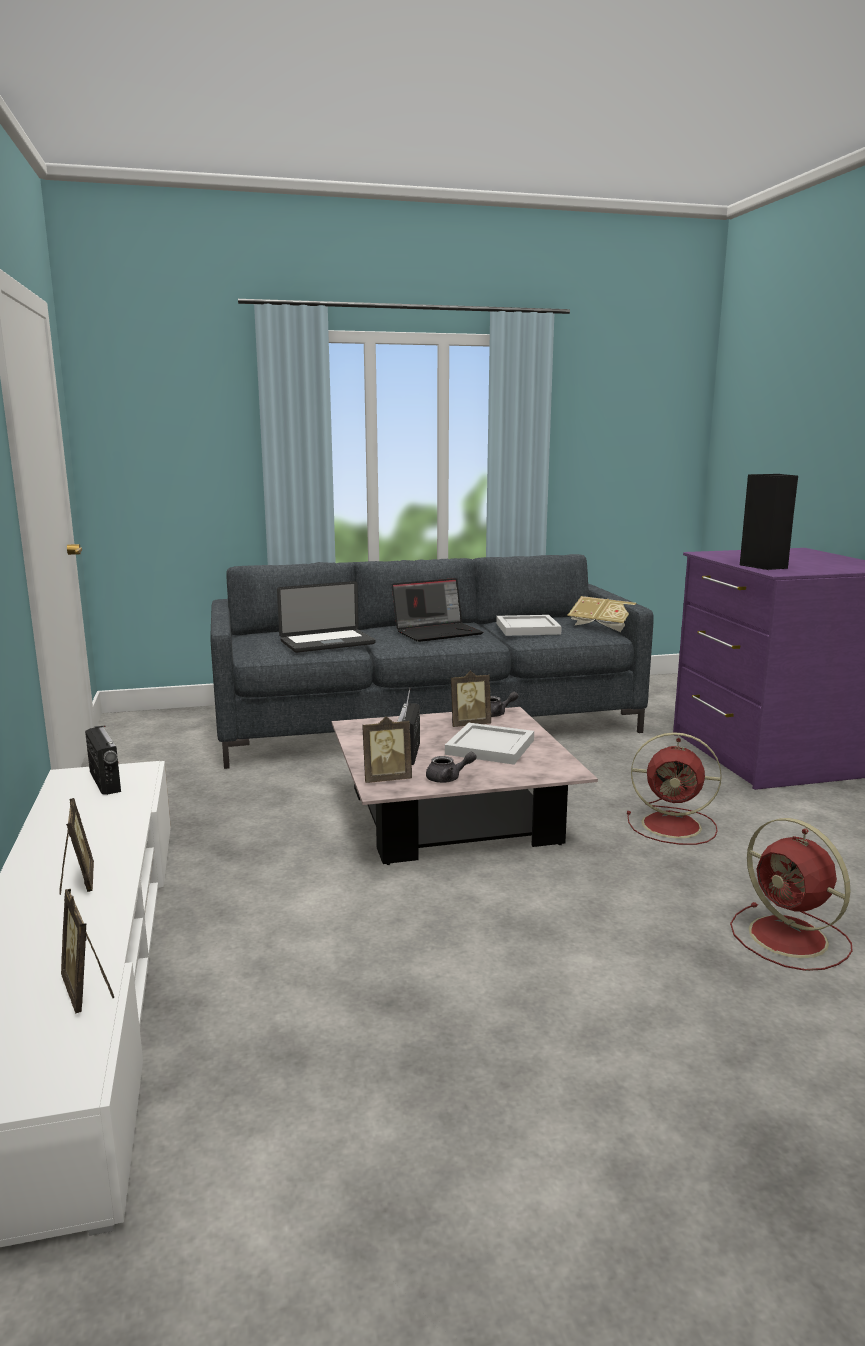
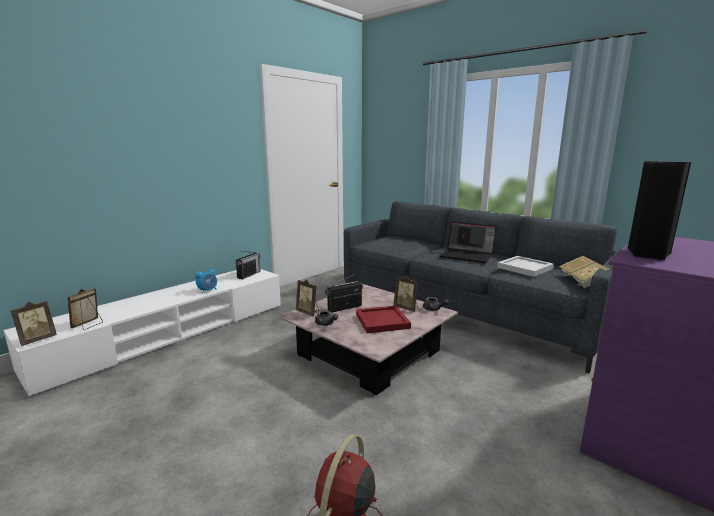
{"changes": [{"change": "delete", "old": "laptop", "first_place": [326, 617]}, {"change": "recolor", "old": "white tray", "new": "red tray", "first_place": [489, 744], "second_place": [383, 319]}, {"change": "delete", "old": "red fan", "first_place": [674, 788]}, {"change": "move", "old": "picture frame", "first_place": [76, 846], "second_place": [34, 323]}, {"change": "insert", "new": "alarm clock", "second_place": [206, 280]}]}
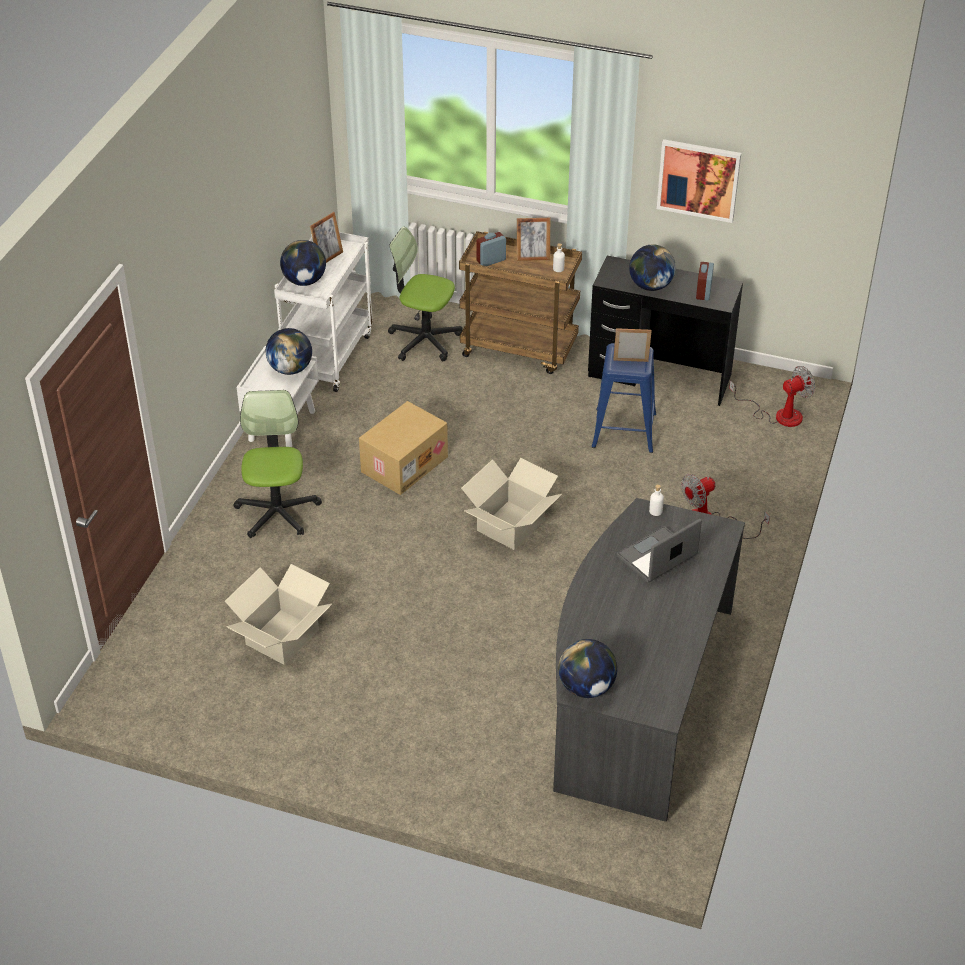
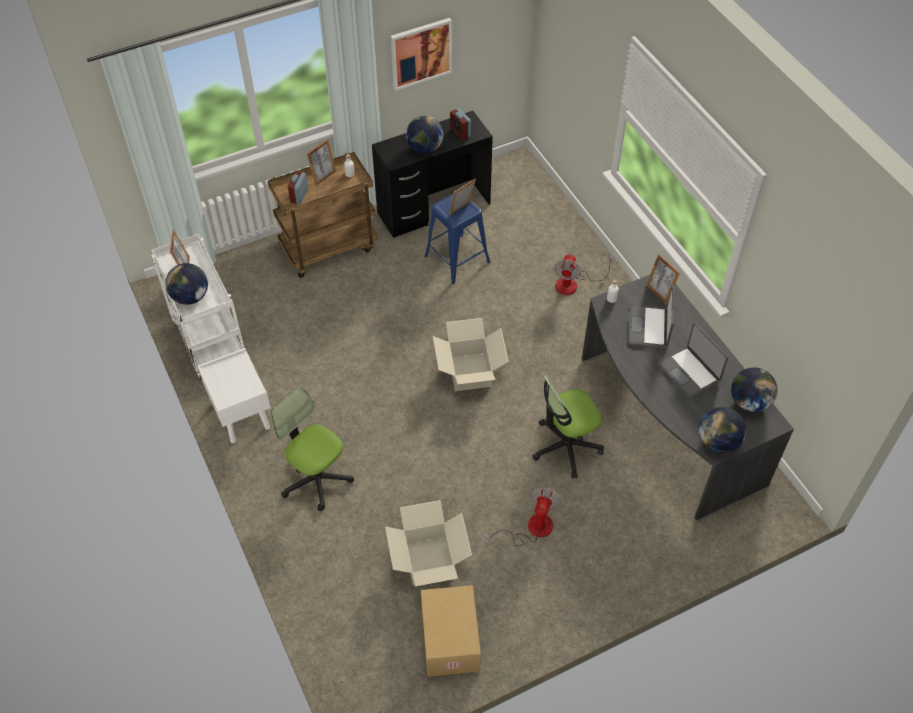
{"changes": [{"change": "move", "old": "office chair", "first_place": [425, 293], "second_place": [568, 426]}, {"change": "move", "old": "globe", "first_place": [289, 351], "second_place": [754, 389]}, {"change": "move", "old": "fan", "first_place": [772, 396], "second_place": [522, 516]}, {"change": "move", "old": "cardboard box", "first_place": [403, 448], "second_place": [451, 631]}, {"change": "insert", "new": "picture frame", "second_place": [663, 279]}, {"change": "insert", "new": "laptop", "second_place": [693, 360]}]}
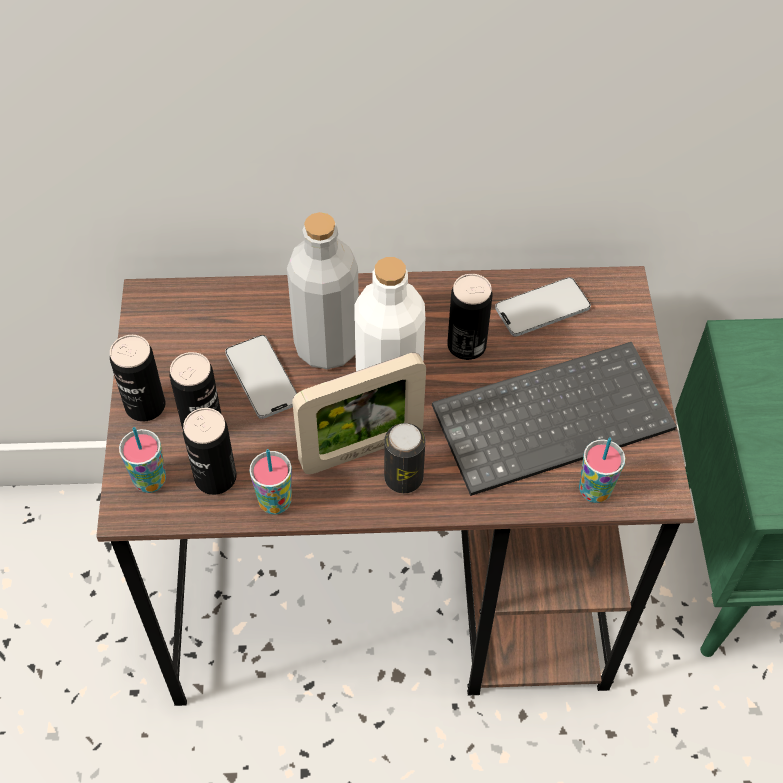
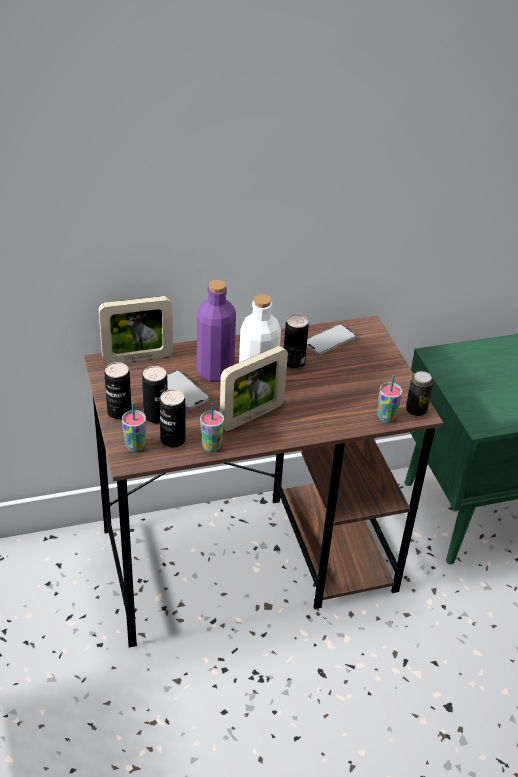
{"changes": [{"change": "recolor", "old": "grey bottle", "new": "purple bottle", "first_place": [323, 290], "second_place": [216, 331]}, {"change": "delete", "old": "keyboard", "first_place": [554, 419]}, {"change": "move", "old": "can", "first_place": [404, 458], "second_place": [420, 393]}, {"change": "insert", "new": "picture frame", "second_place": [136, 330]}]}
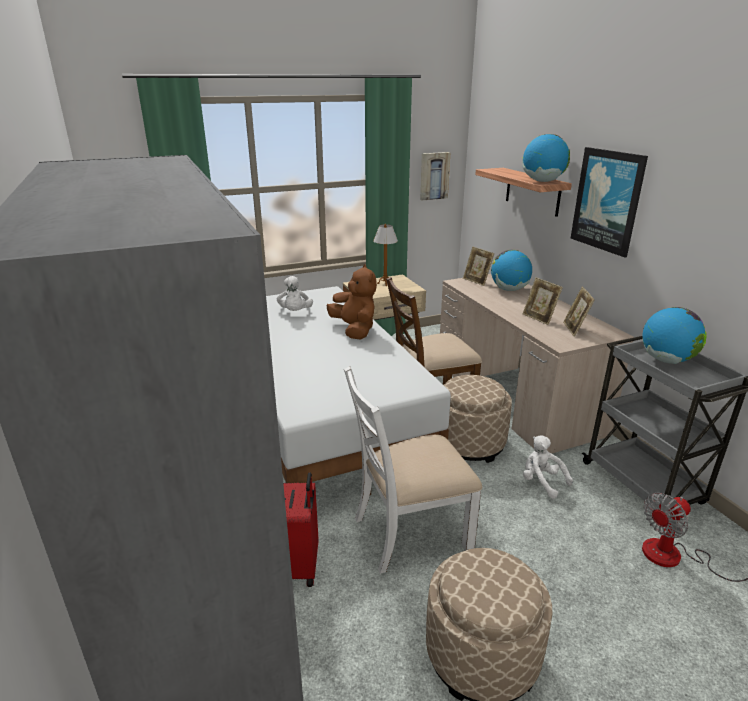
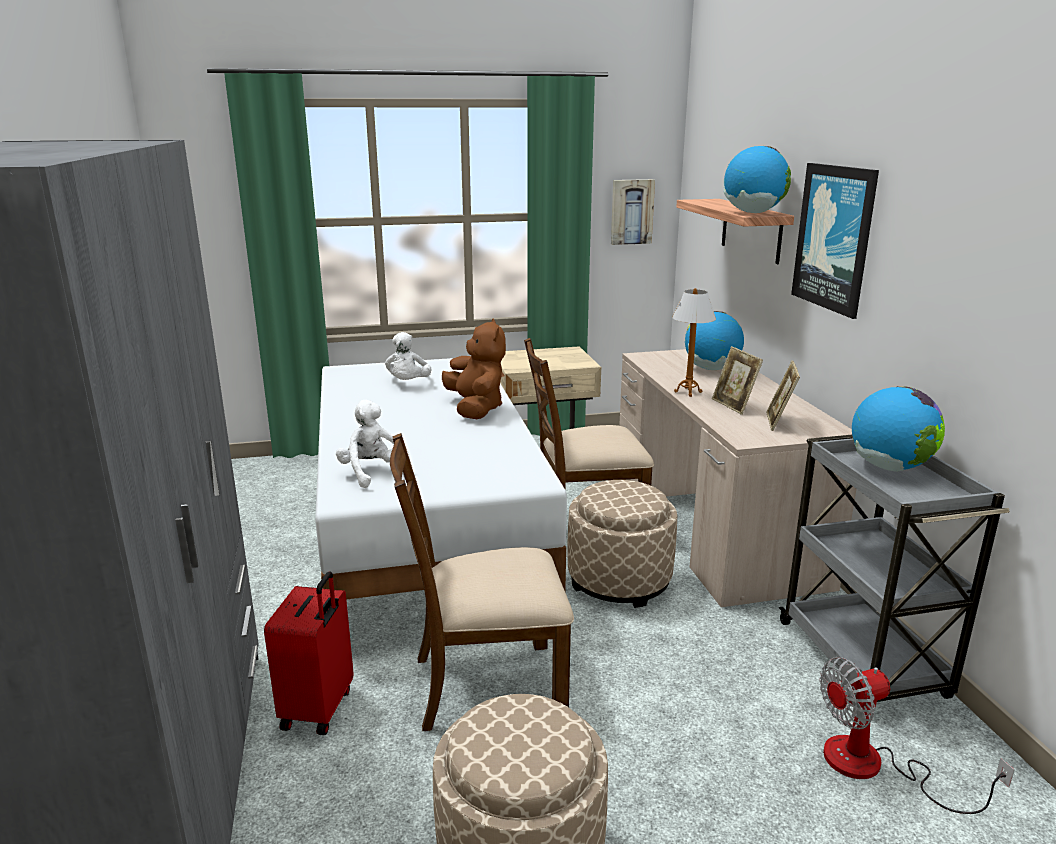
{"changes": [{"change": "move", "old": "table lamp", "first_place": [385, 255], "second_place": [694, 342]}, {"change": "delete", "old": "picture frame", "first_place": [478, 266]}, {"change": "recolor", "old": "white chair", "new": "brown chair", "first_place": [413, 470], "second_place": [482, 582]}, {"change": "move", "old": "white plush toy", "first_place": [548, 467], "second_place": [373, 444]}]}
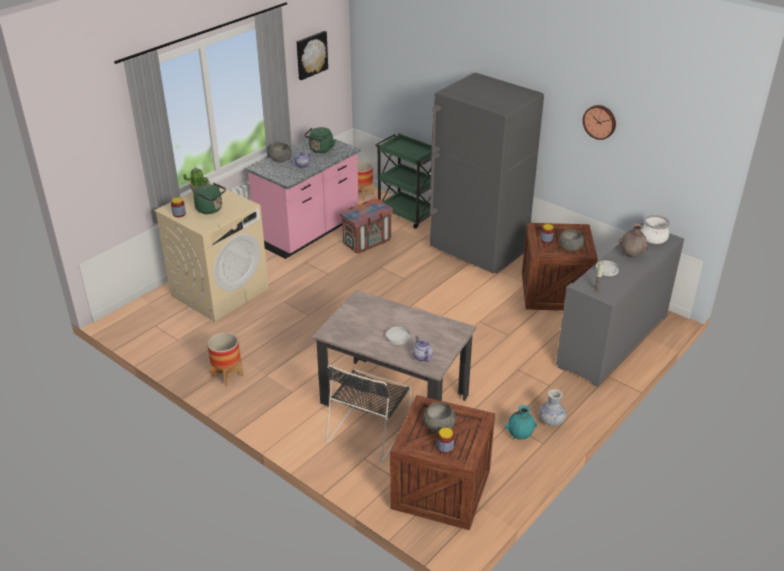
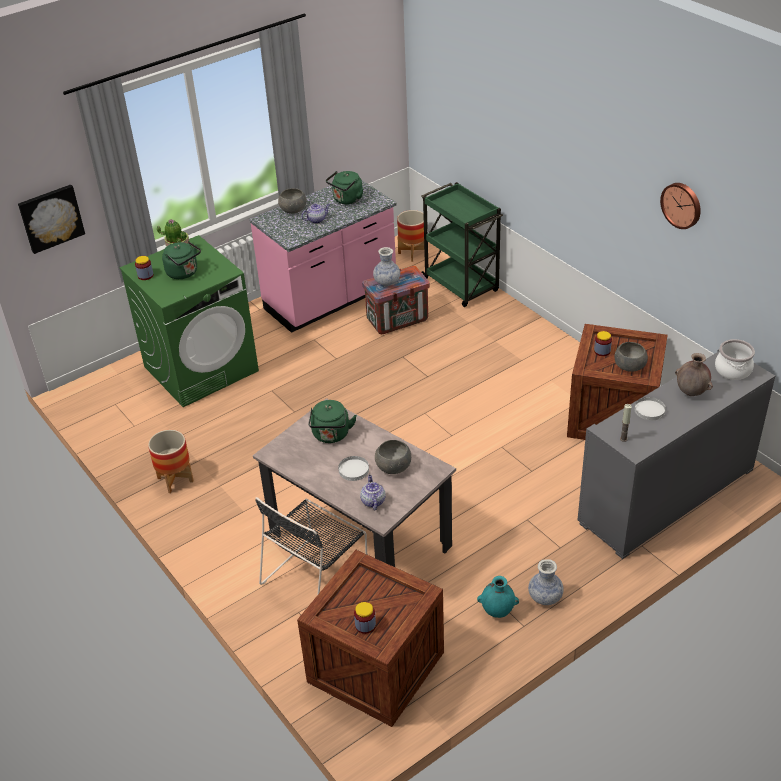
{"changes": [{"change": "move", "old": "picture", "first_place": [312, 55], "second_place": [51, 219]}, {"change": "delete", "old": "grey fridge", "first_place": [486, 173]}, {"change": "recolor", "old": "beige washing machine", "new": "green washing machine", "first_place": [211, 252], "second_place": [189, 321]}, {"change": "move", "old": "grey bowl", "first_place": [439, 417], "second_place": [393, 457]}, {"change": "insert", "new": "vase", "second_place": [386, 266]}, {"change": "insert", "new": "green kettle", "second_place": [333, 421]}]}
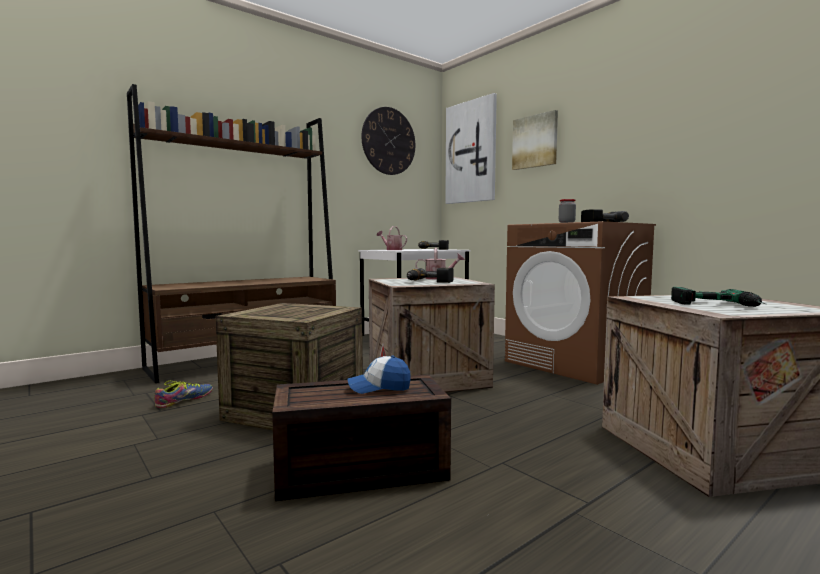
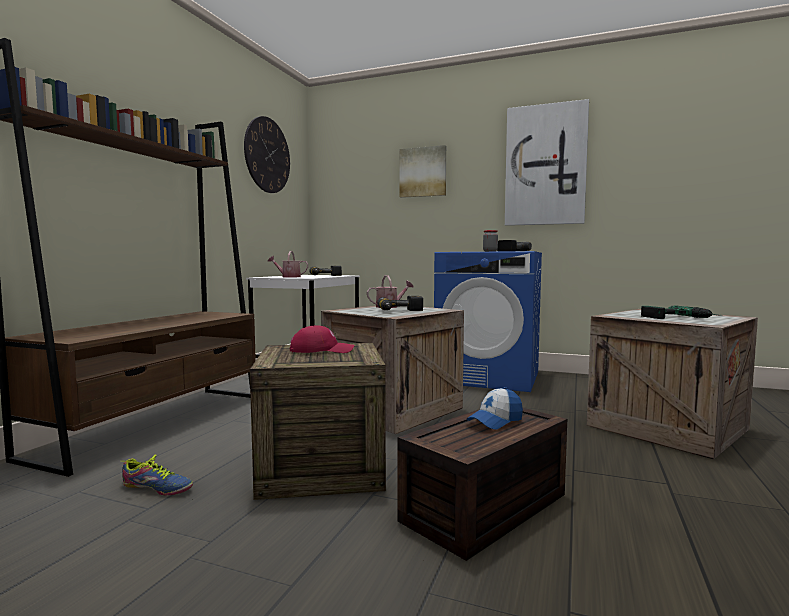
{"changes": [{"change": "move", "old": "picture", "first_place": [471, 148], "second_place": [547, 162]}, {"change": "recolor", "old": "brown washing machine", "new": "blue washing machine", "first_place": [580, 303], "second_place": [488, 321]}, {"change": "rotate", "old": "shoe", "first_place": [183, 394], "second_place": [157, 474], "degrees": 105}, {"change": "insert", "new": "red cap", "second_place": [322, 339]}]}
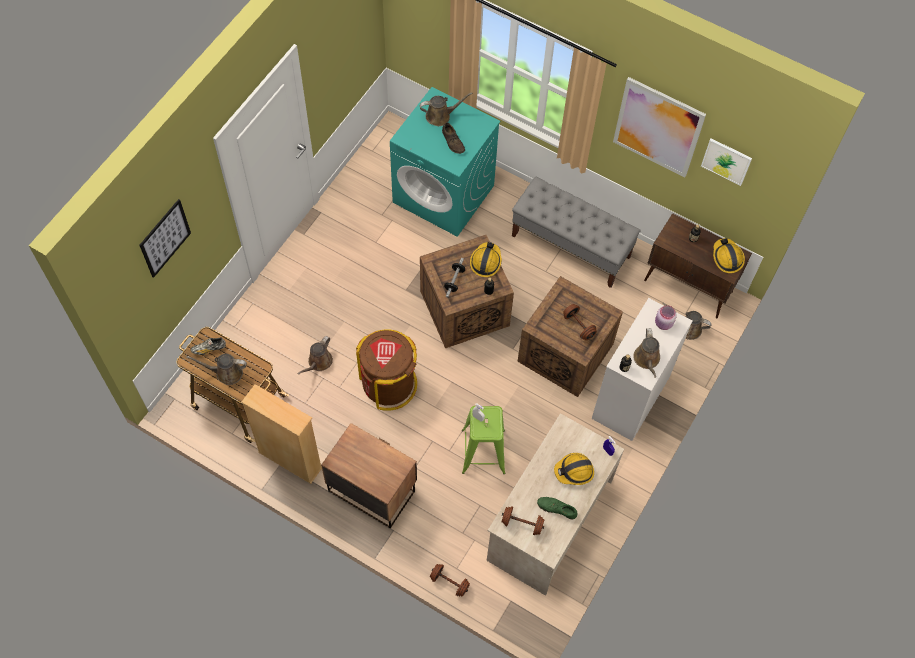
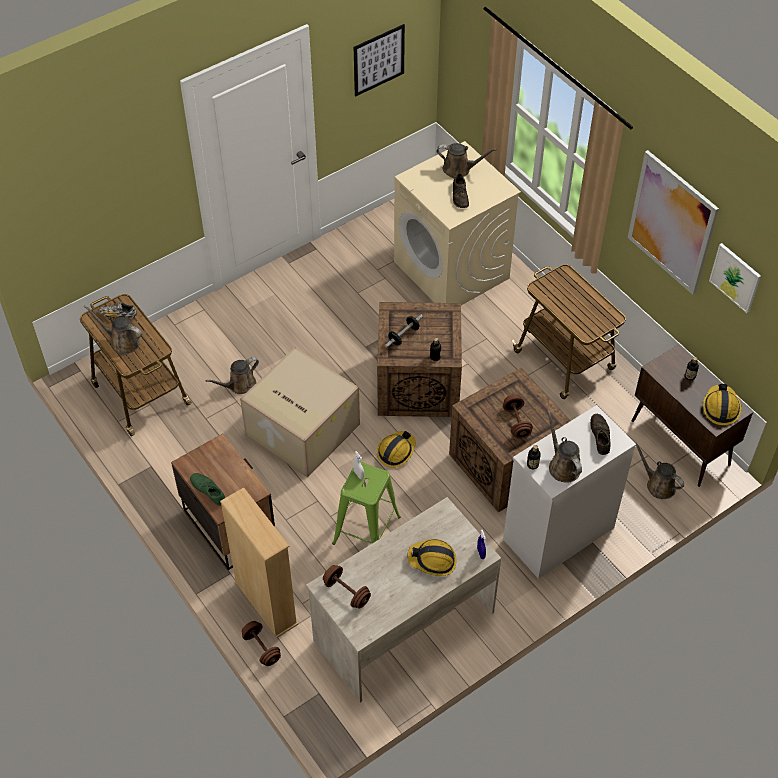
{"changes": [{"change": "recolor", "old": "turquoise washing machine", "new": "beige washing machine", "first_place": [445, 162], "second_place": [457, 223]}, {"change": "replace", "old": "grey bench", "new": "cart", "first_place": [576, 232], "second_place": [568, 331]}, {"change": "move", "old": "picture", "first_place": [165, 238], "second_place": [379, 60]}, {"change": "move", "old": "hard hat", "first_place": [486, 259], "second_place": [396, 449]}, {"change": "replace", "old": "pink jar", "new": "brown shoe", "first_place": [666, 317], "second_place": [600, 434]}, {"change": "rotate", "old": "brown watering can", "first_place": [646, 353], "second_place": [564, 446], "degrees": 135}, {"change": "replace", "old": "brown trash can", "new": "cardboard box", "first_place": [386, 370], "second_place": [300, 412]}, {"change": "move", "old": "beige bookcase", "first_place": [281, 434], "second_place": [259, 562]}, {"change": "move", "old": "green shoe", "first_place": [557, 508], "second_place": [207, 489]}]}
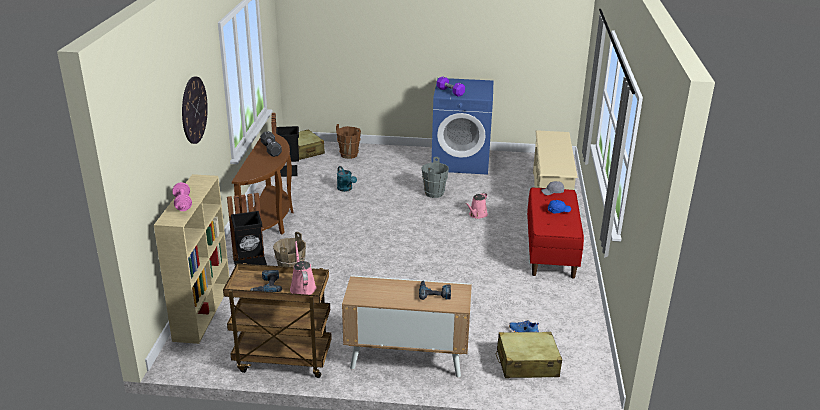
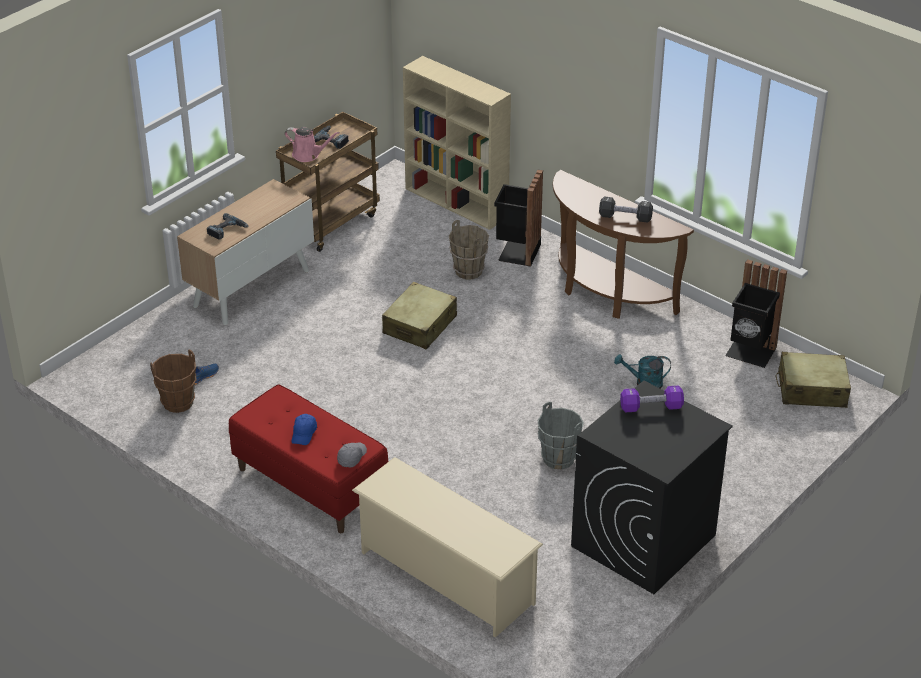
{"changes": [{"change": "delete", "old": "wall clock", "first_place": [195, 110]}, {"change": "recolor", "old": "blue washing machine", "new": "black washing machine", "first_place": [462, 126], "second_place": [652, 487]}, {"change": "move", "old": "brown bucket", "first_place": [348, 141], "second_place": [173, 381]}, {"change": "delete", "old": "pink dumbbell", "first_place": [182, 196]}, {"change": "delete", "old": "pink watering can", "first_place": [476, 205]}, {"change": "move", "old": "beige suitcase", "first_place": [529, 355], "second_place": [419, 316]}]}
